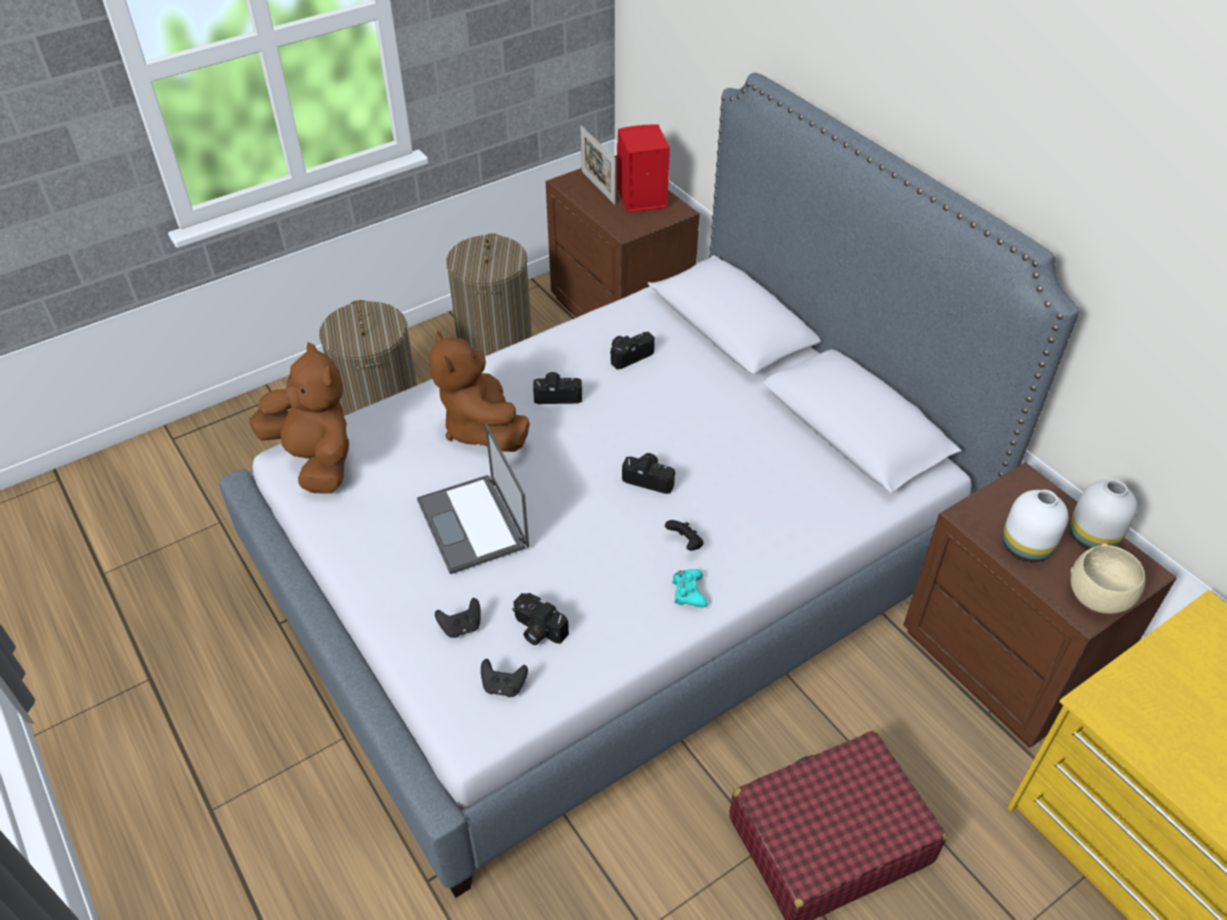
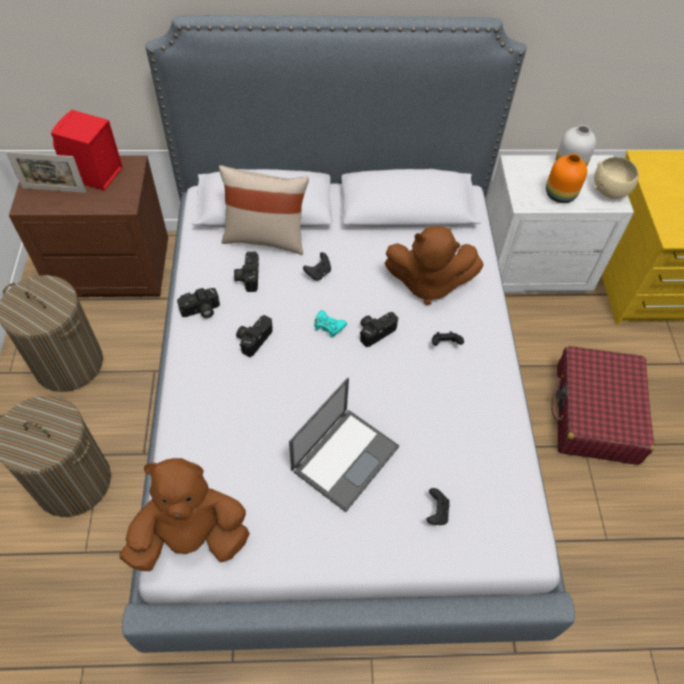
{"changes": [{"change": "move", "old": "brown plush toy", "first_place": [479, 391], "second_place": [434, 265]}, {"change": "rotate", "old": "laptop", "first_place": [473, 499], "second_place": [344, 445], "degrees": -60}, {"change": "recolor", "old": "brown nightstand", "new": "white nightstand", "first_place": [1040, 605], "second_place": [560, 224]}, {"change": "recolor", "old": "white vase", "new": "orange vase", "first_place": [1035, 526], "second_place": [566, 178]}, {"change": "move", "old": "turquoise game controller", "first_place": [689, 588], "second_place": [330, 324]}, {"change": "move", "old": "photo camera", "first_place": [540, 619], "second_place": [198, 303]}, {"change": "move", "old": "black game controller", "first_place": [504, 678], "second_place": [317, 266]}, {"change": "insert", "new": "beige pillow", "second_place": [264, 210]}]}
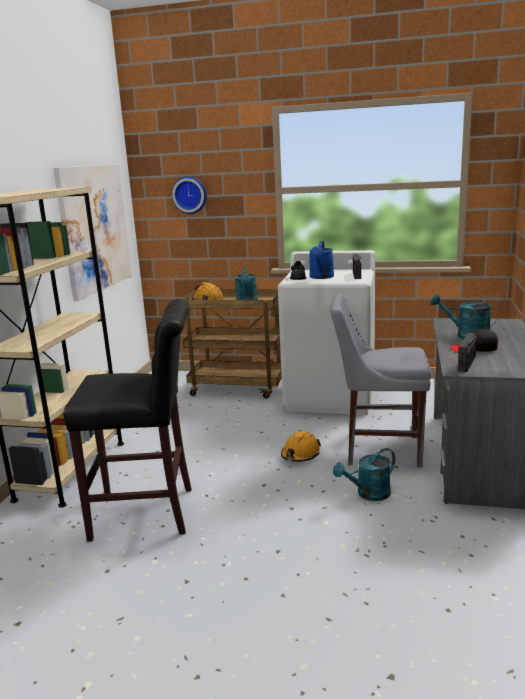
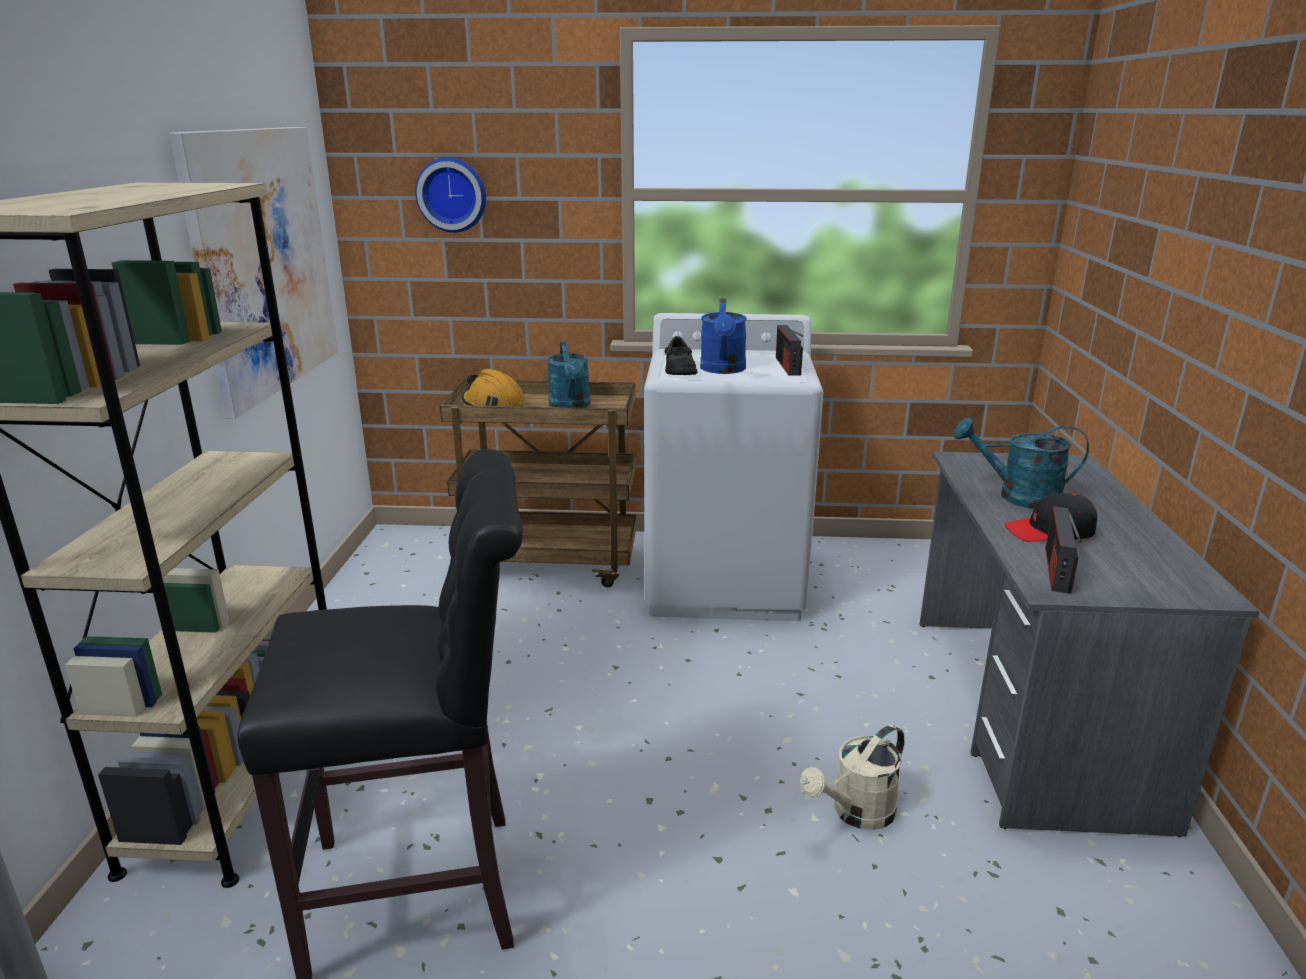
{"changes": [{"change": "delete", "old": "grey chair", "first_place": [380, 380]}, {"change": "delete", "old": "orange hard hat", "first_place": [301, 446]}, {"change": "recolor", "old": "turquoise watering can", "new": "beige watering can", "first_place": [364, 474], "second_place": [852, 777]}]}
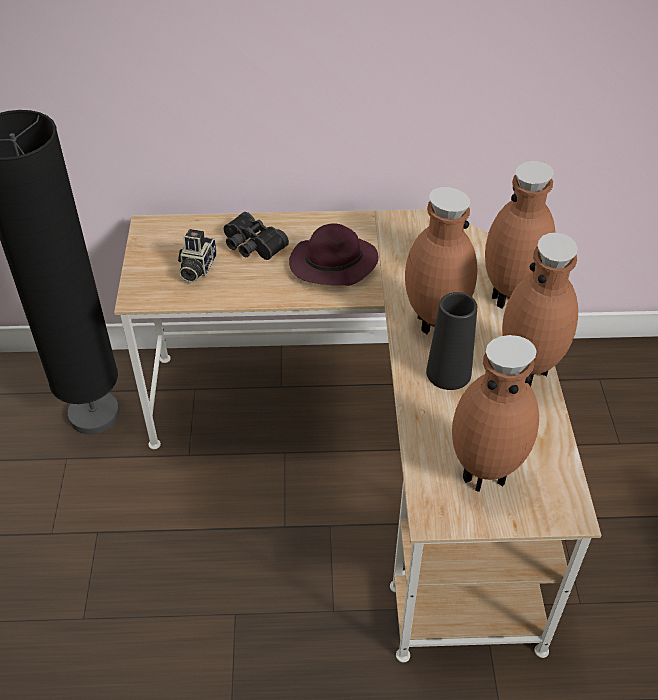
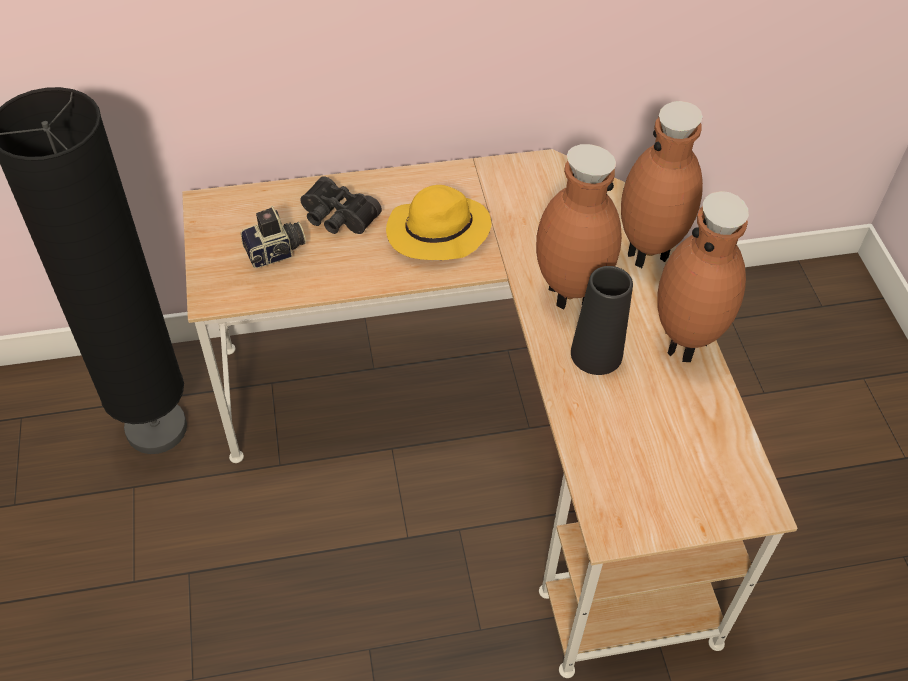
{"changes": [{"change": "recolor", "old": "purple hat", "new": "yellow hat", "first_place": [333, 254], "second_place": [438, 222]}, {"change": "rotate", "old": "photo camera", "first_place": [197, 255], "second_place": [273, 237], "degrees": -120}, {"change": "delete", "old": "brown vase", "first_place": [495, 413]}]}
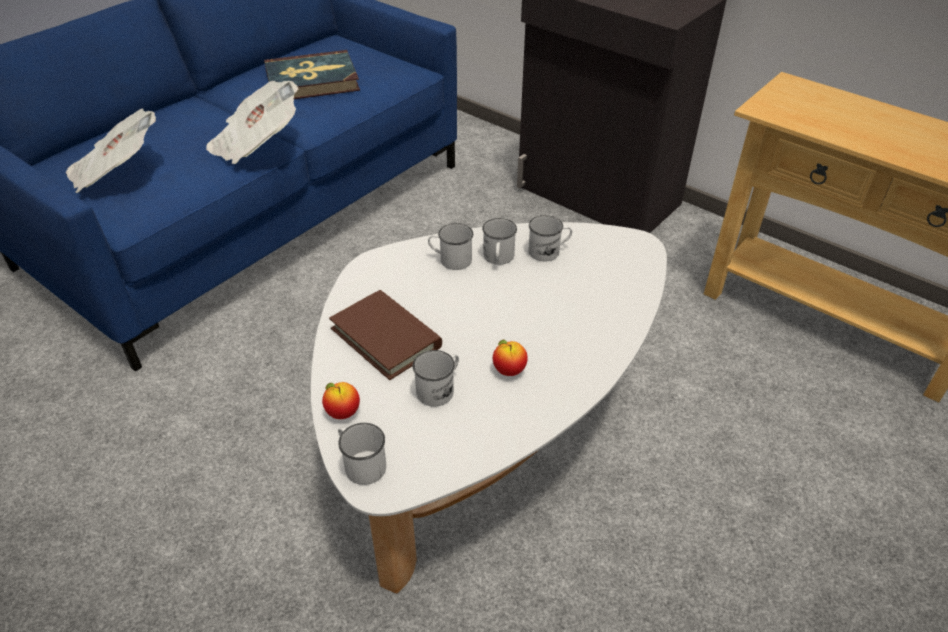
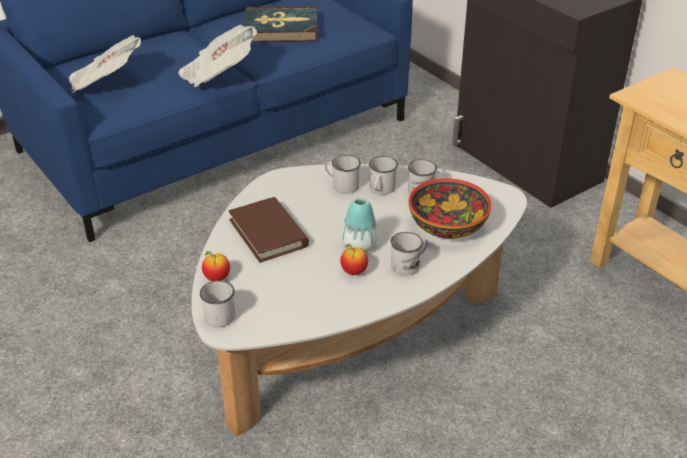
{"changes": [{"change": "move", "old": "white mug", "first_place": [436, 378], "second_place": [409, 253]}, {"change": "insert", "new": "bowl", "second_place": [450, 208]}, {"change": "insert", "new": "vase", "second_place": [360, 225]}]}
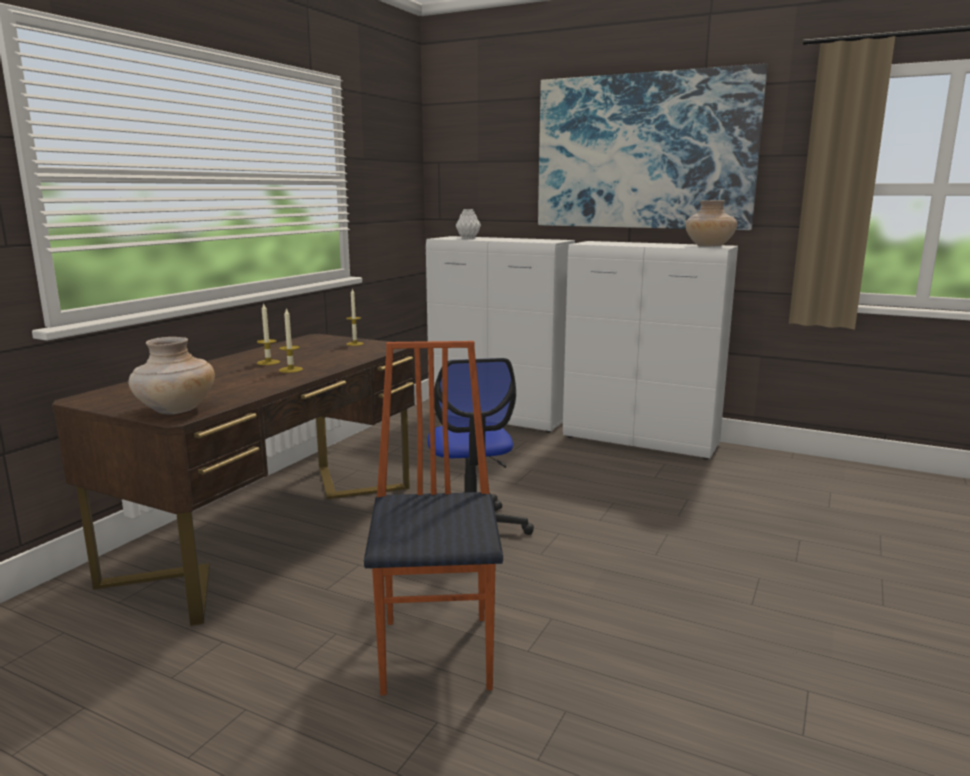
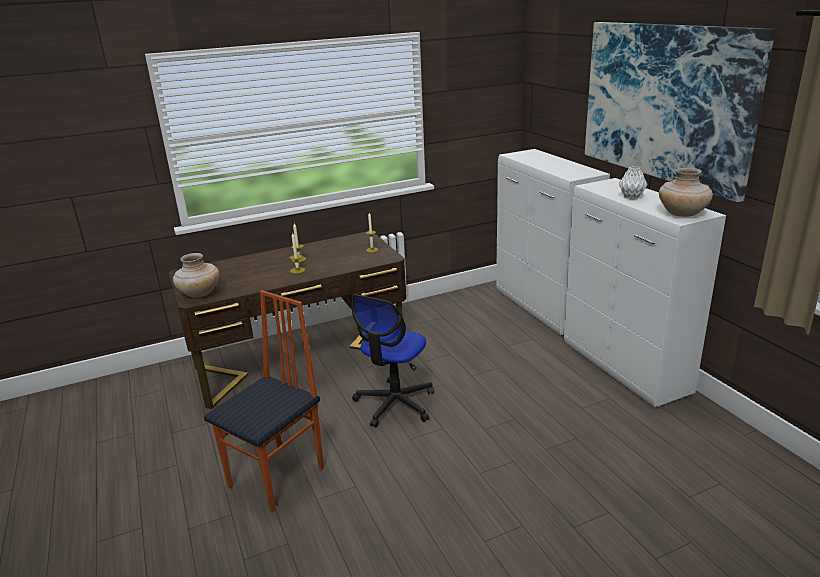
{"changes": [{"change": "move", "old": "white vase", "first_place": [468, 224], "second_place": [633, 182]}]}
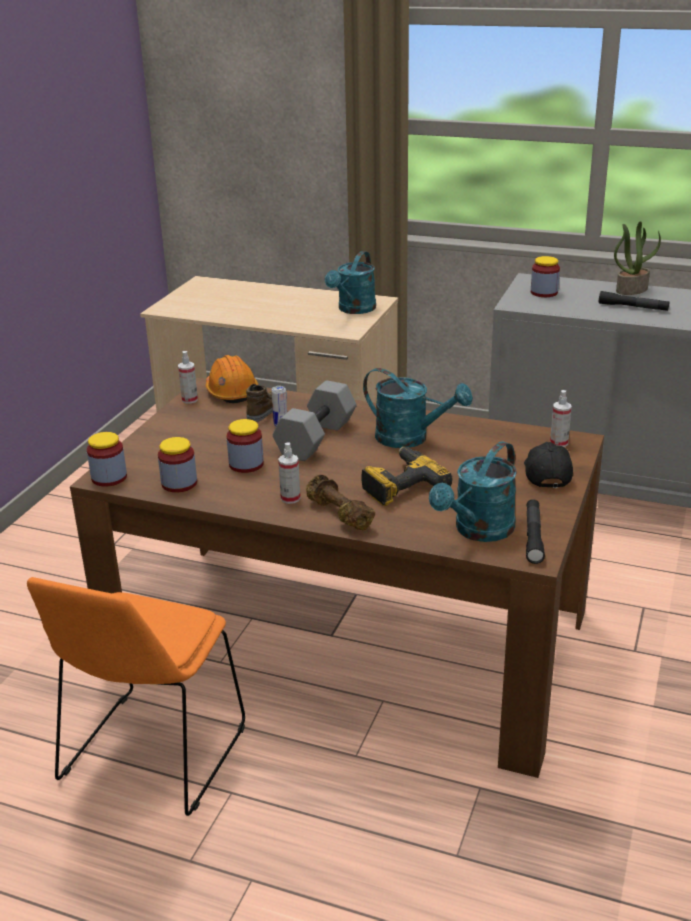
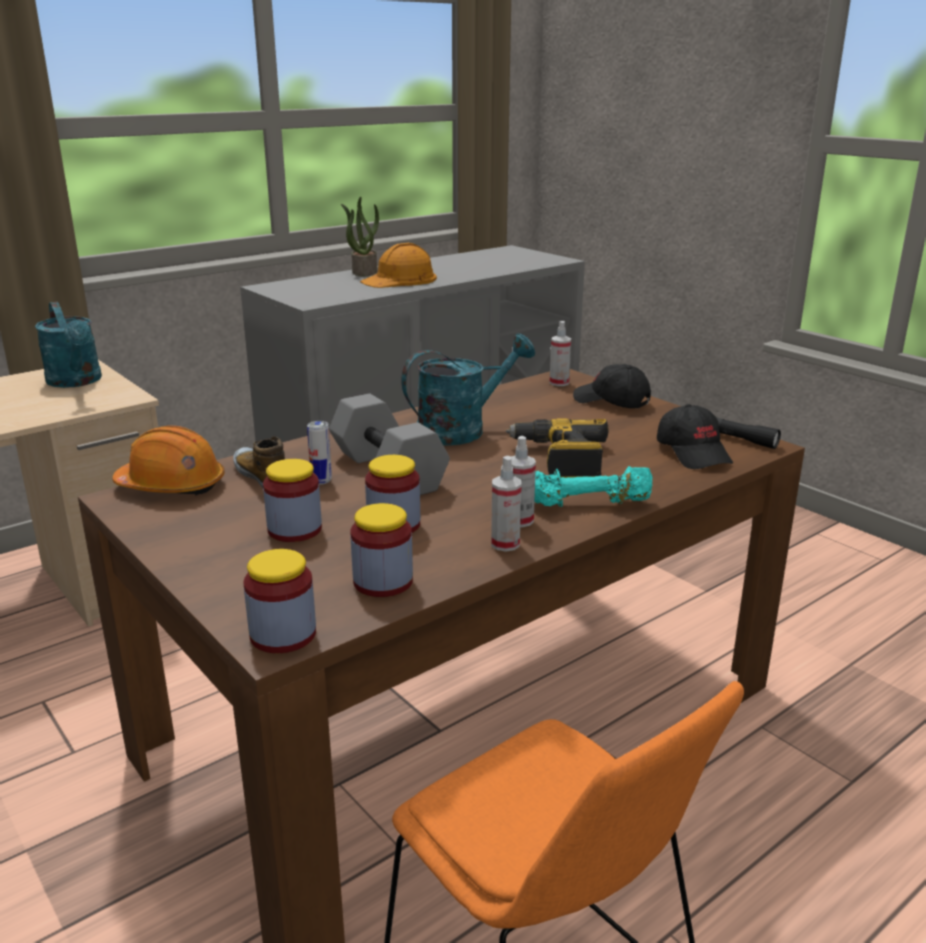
{"changes": [{"change": "move", "old": "jar", "first_place": [545, 276], "second_place": [292, 500]}, {"change": "replace", "old": "black flashlight", "new": "orange hard hat", "first_place": [634, 301], "second_place": [398, 265]}, {"change": "move", "old": "spray bottle", "first_place": [188, 377], "second_place": [506, 504]}, {"change": "replace", "old": "turquoise watering can", "new": "black cap", "first_place": [473, 491], "second_place": [695, 436]}, {"change": "recolor", "old": "brown dumbbell", "new": "turquoise dumbbell", "first_place": [340, 503], "second_place": [593, 486]}]}
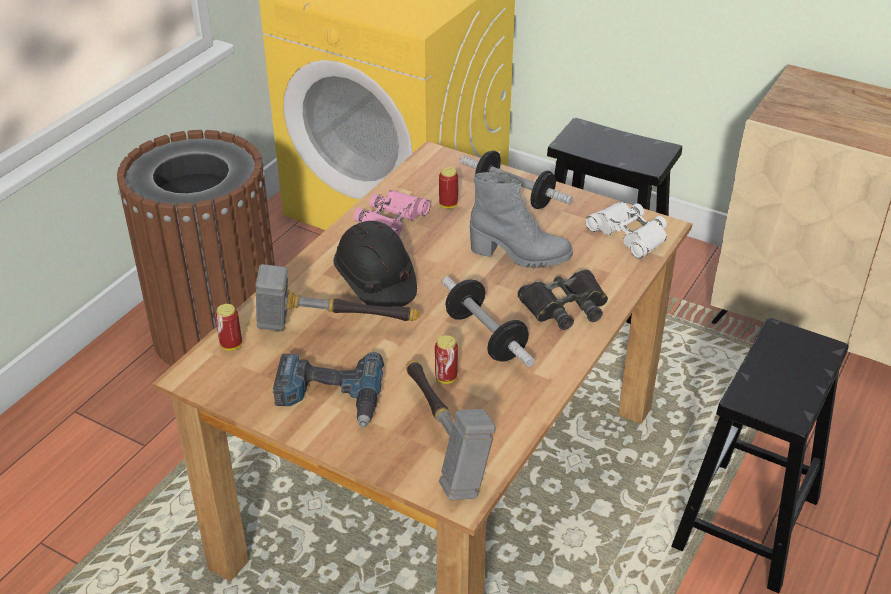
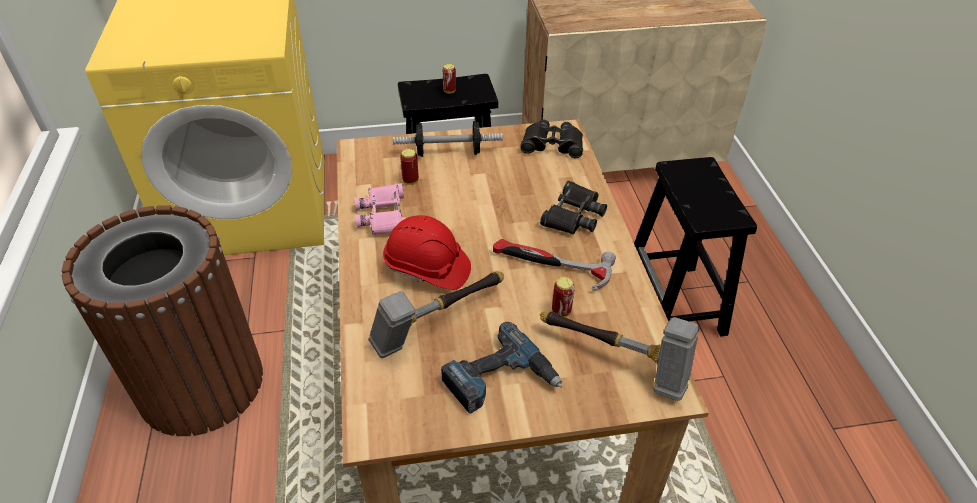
{"changes": [{"change": "delete", "old": "grey boot", "first_place": [521, 220]}, {"change": "recolor", "old": "white binoculars", "new": "black binoculars", "first_place": [626, 230], "second_place": [551, 139]}, {"change": "recolor", "old": "black hard hat", "new": "red hard hat", "first_place": [375, 264], "second_place": [427, 252]}, {"change": "replace", "old": "dumbbell", "new": "hammer", "first_place": [488, 321], "second_place": [554, 265]}, {"change": "move", "old": "can", "first_place": [228, 327], "second_place": [449, 79]}]}
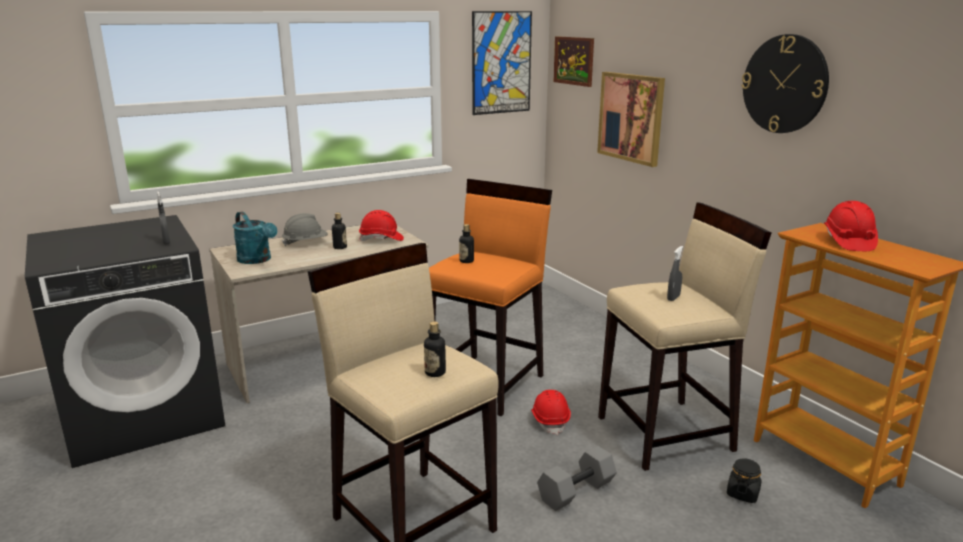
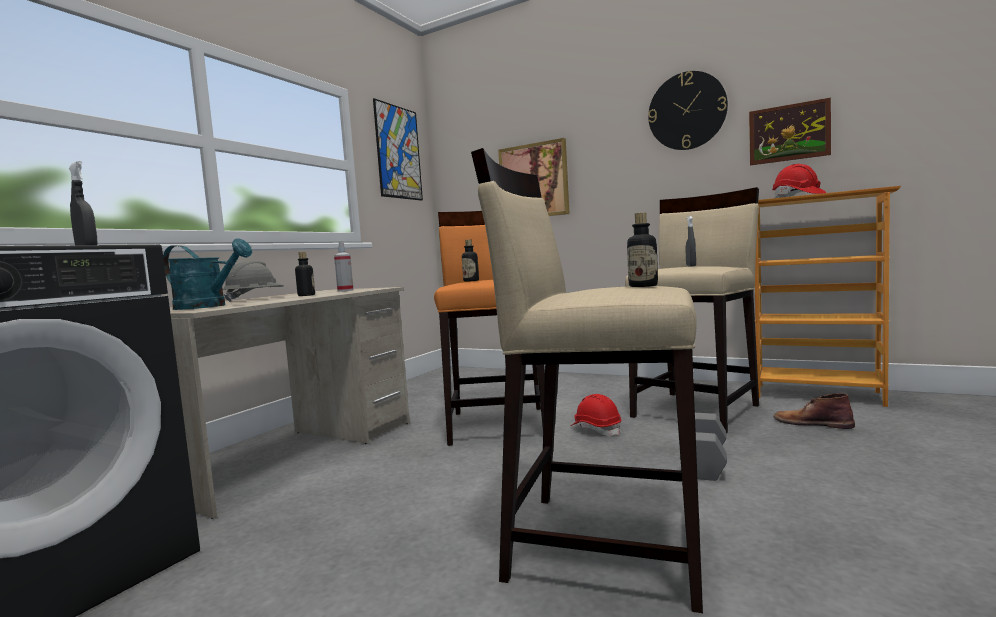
{"changes": [{"change": "move", "old": "picture", "first_place": [573, 61], "second_place": [790, 131]}, {"change": "replace", "old": "red hard hat", "new": "spray bottle", "first_place": [381, 225], "second_place": [344, 266]}, {"change": "replace", "old": "black jar", "new": "brown boot", "first_place": [744, 480], "second_place": [814, 411]}]}
